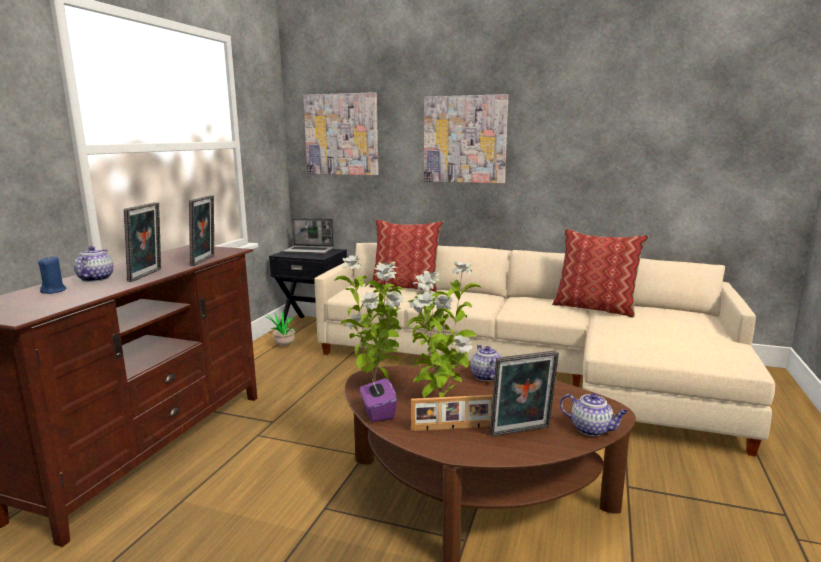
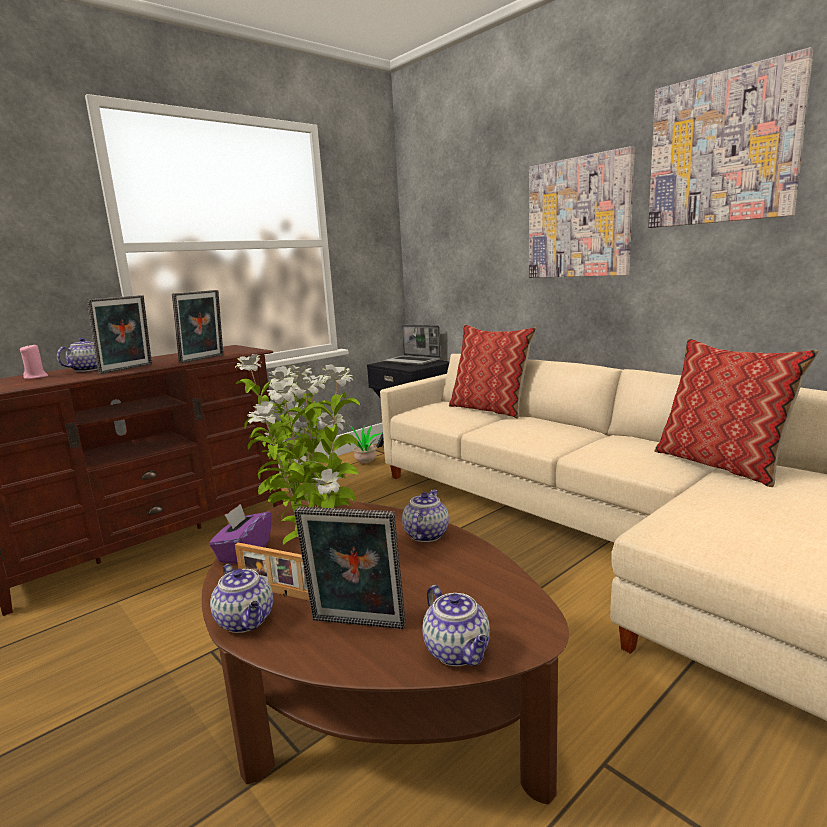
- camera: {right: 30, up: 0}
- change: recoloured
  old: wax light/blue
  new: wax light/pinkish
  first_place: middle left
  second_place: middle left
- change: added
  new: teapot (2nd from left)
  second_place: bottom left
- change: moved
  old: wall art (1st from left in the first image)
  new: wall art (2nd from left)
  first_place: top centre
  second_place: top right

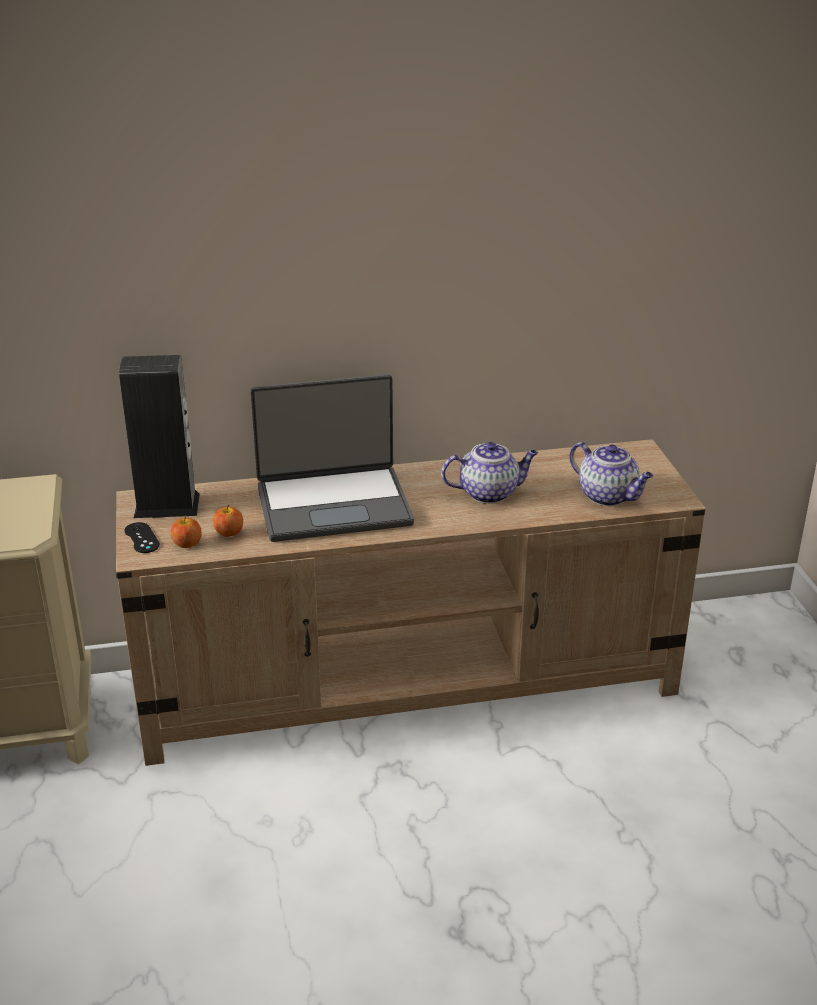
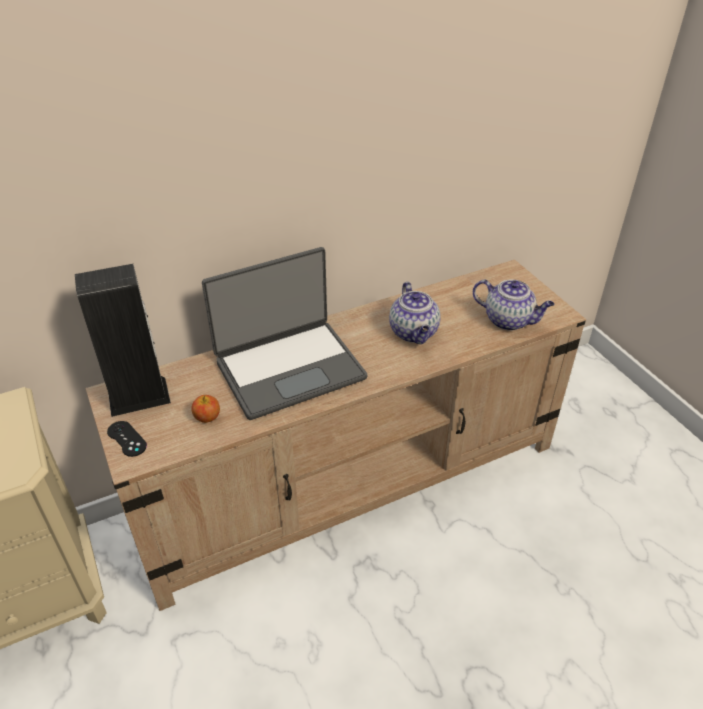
- camera: {right: -15, up: 10}
- change: turned
  old: teapot (1st from left)
  first_place: centre
  second_place: centre
  degrees: 105
- change: removed
  old: apple fruit (1st from left)
  first_place: middle left

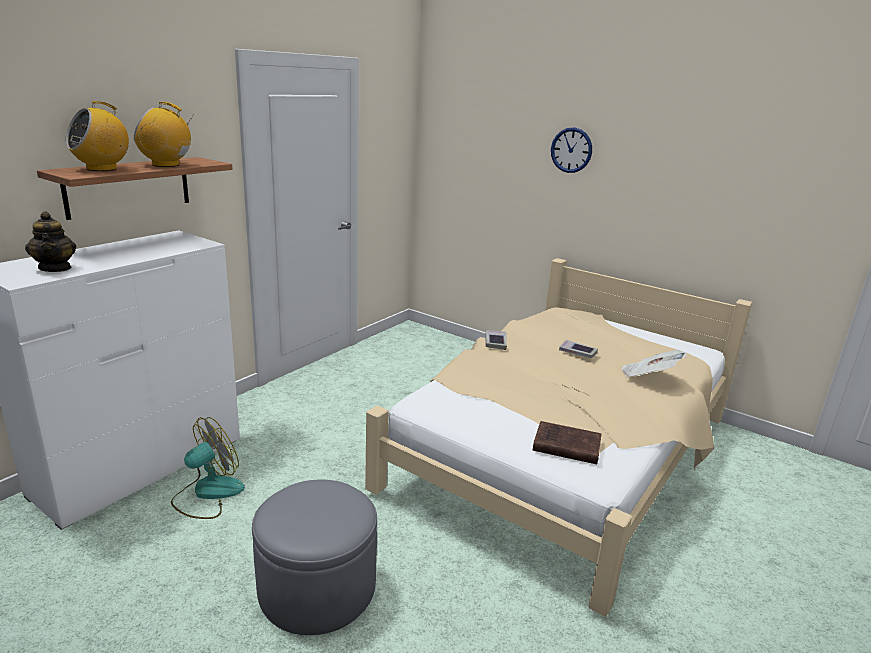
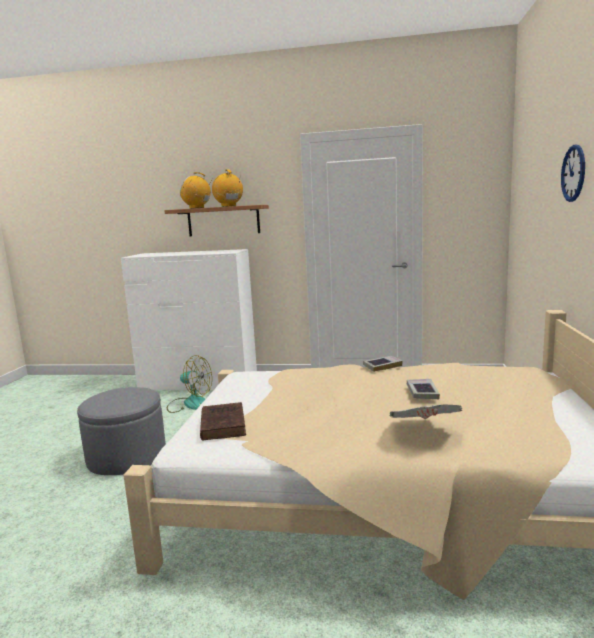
- camera: {right: 65, up: -10}
- change: removed
  old: teapot
  first_place: middle left

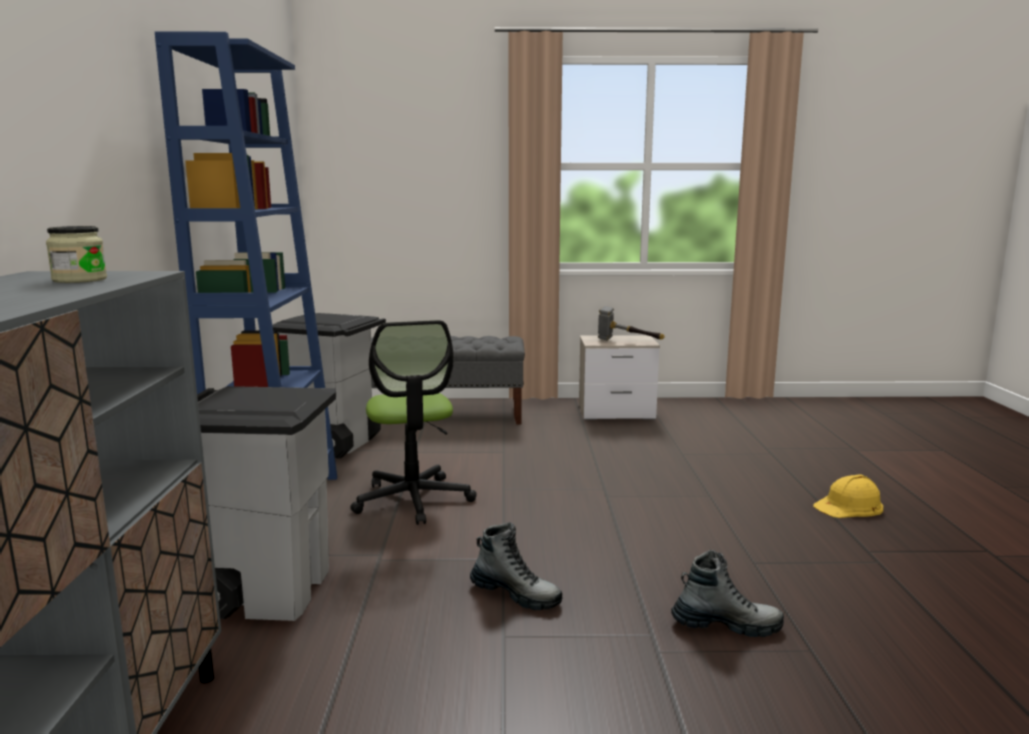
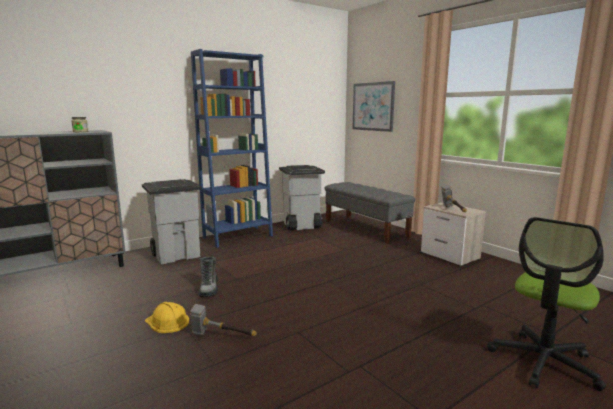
- camera: {right: 55, up: 0}
- change: moved
  old: hard hat/yellowish
  first_place: bottom right
  second_place: bottom left
- change: replaced
  old: high-top boot (2nd from left)
  new: hammer (1st from left)
  first_place: bottom right
  second_place: bottom centre
- change: added
  new: wall art
  second_place: top centre
- change: moved
  old: office chair
  first_place: centre
  second_place: bottom right

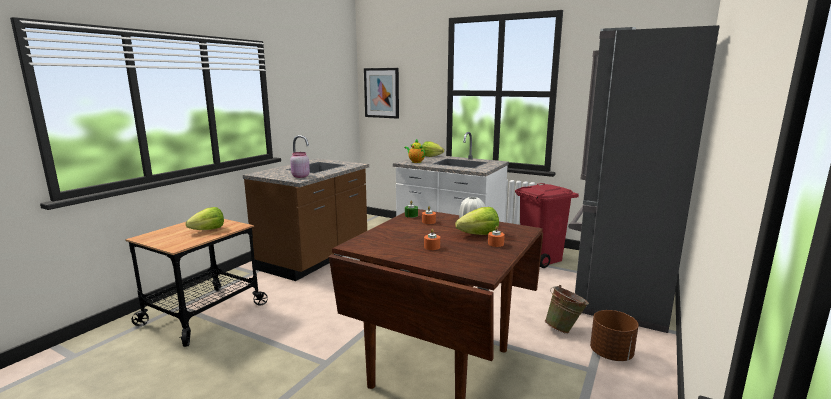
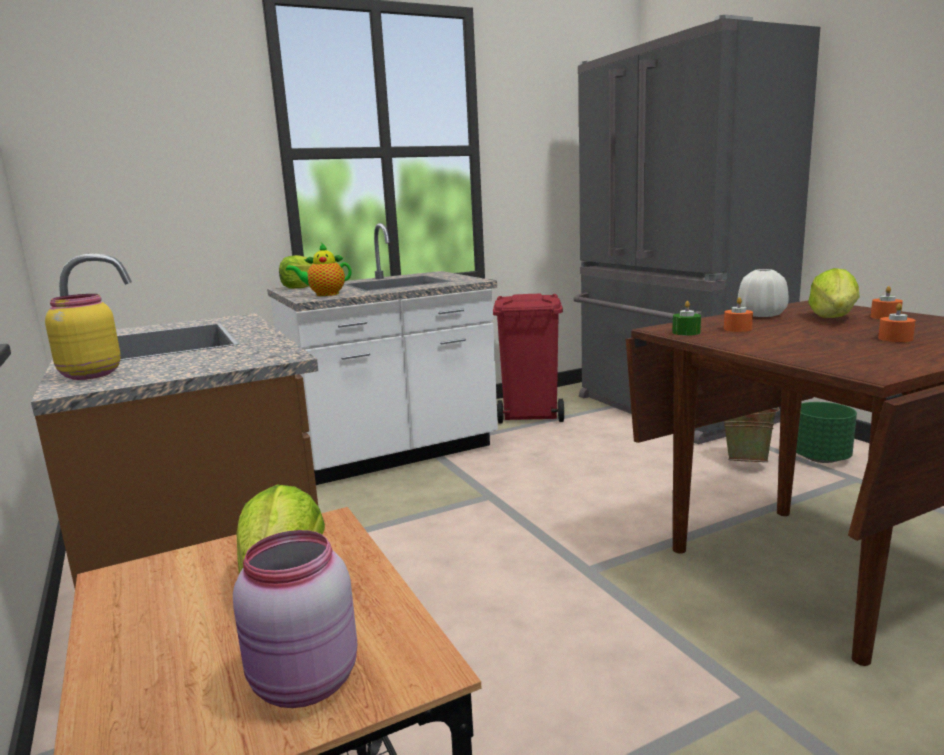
- camera: {right: -55, up: 0}
- change: added
  new: storage jar/yellowish
  second_place: middle left
- change: moved
  old: storage jar/pinkish
  first_place: centre
  second_place: bottom left
- change: recoloured
  old: plant pot/brownish
  new: plant pot/green-coloured
  first_place: bottom right
  second_place: middle right
- change: removed
  old: wall art
  first_place: top centre

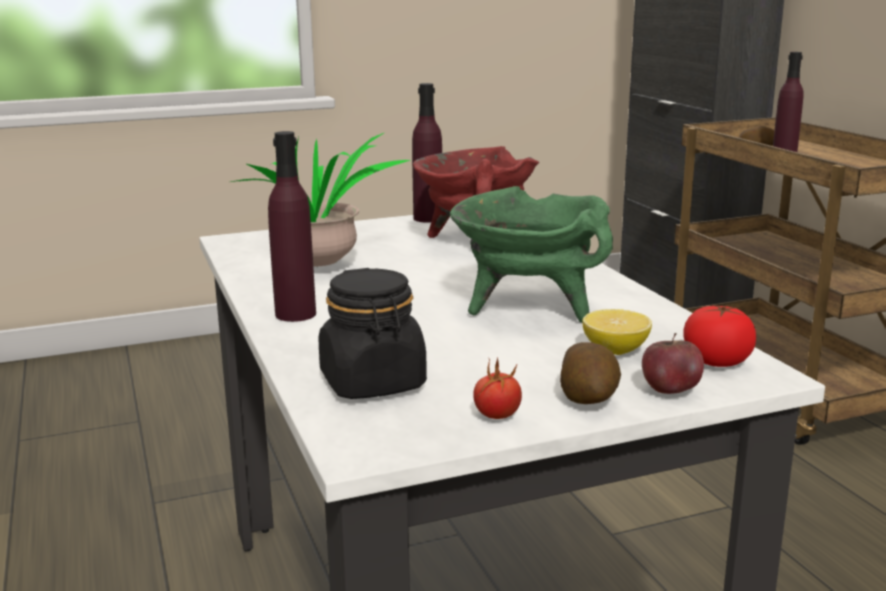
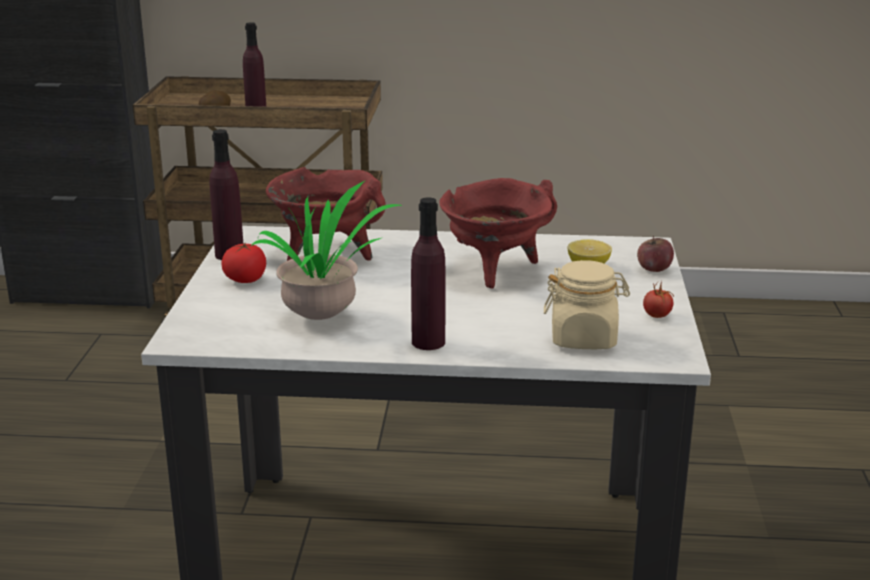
- camera: {right: -65, up: 5}
- change: moved
  old: whole tomato (2nd from left in the first image)
  new: whole tomato (1st from left)
  first_place: middle right
  second_place: middle left
- change: recoloured
  old: cooking pot/green-coloured
  new: cooking pot/red-coloured (2nd from left)
  first_place: centre
  second_place: centre
- change: recoloured
  old: storage jar/black
  new: storage jar/beige-coloured
  first_place: centre
  second_place: middle right
- change: removed
  old: whole potato (1st from left)
  first_place: centre

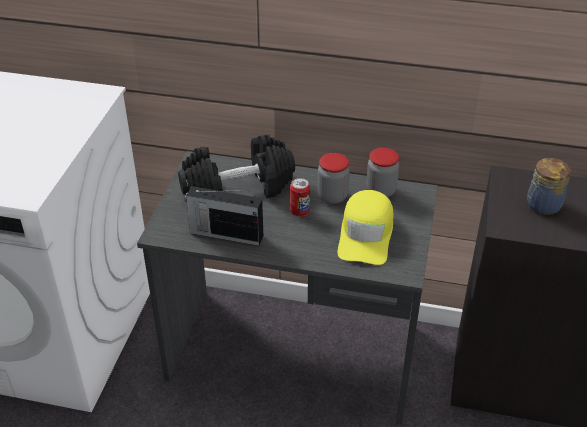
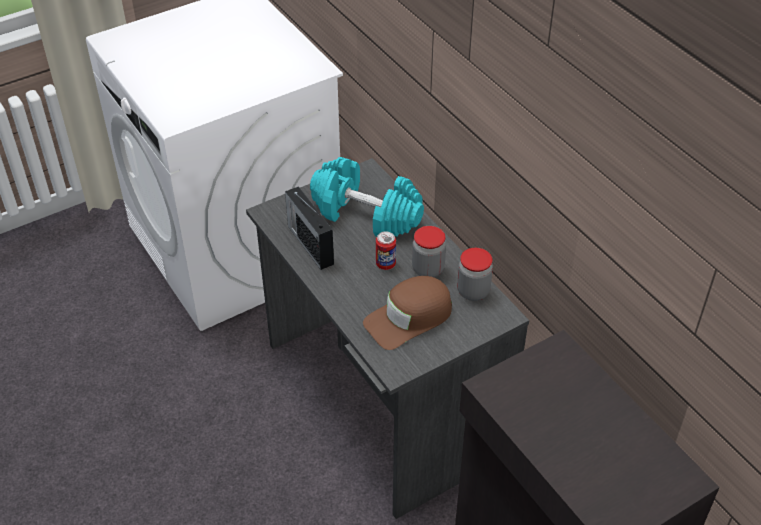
- camera: {right: 45, up: 5}
- change: recoloured
  old: dumbbell/black
  new: dumbbell/turquoise-coloured
  first_place: centre
  second_place: centre
- change: recoloured
  old: baseball cap/yellowish
  new: baseball cap/brownish
  first_place: centre
  second_place: centre
- change: removed
  old: storage jar (3rd from left)
  first_place: middle right

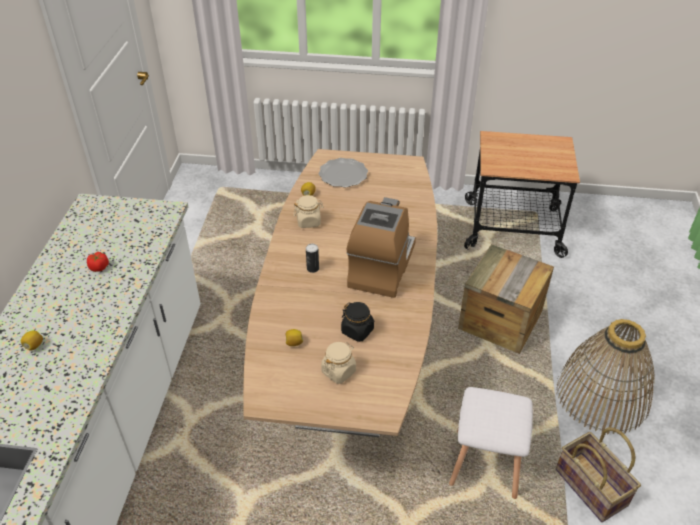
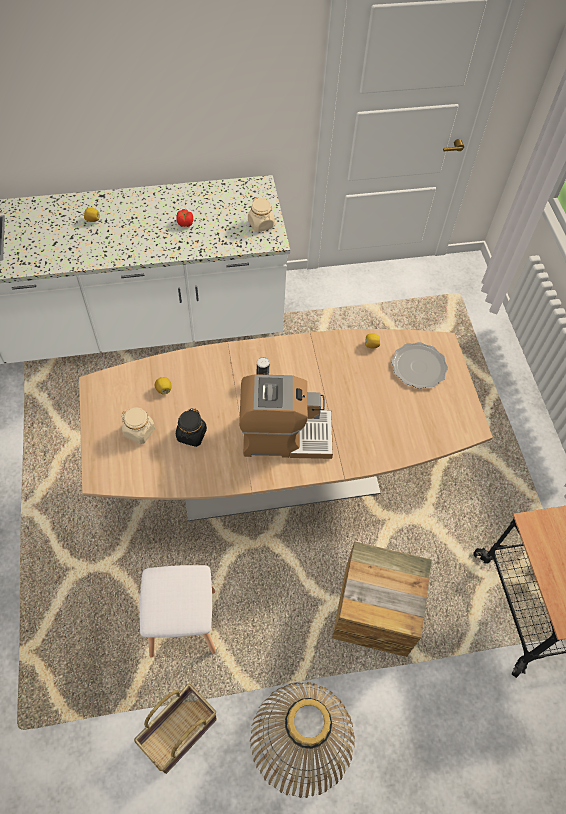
- camera: {right: 70, up: 15}
- change: moved
  old: storage jar/beige-coloured (1st from left in the first image)
  new: storage jar/beige-coloured (2nd from left)
  first_place: centre
  second_place: top centre

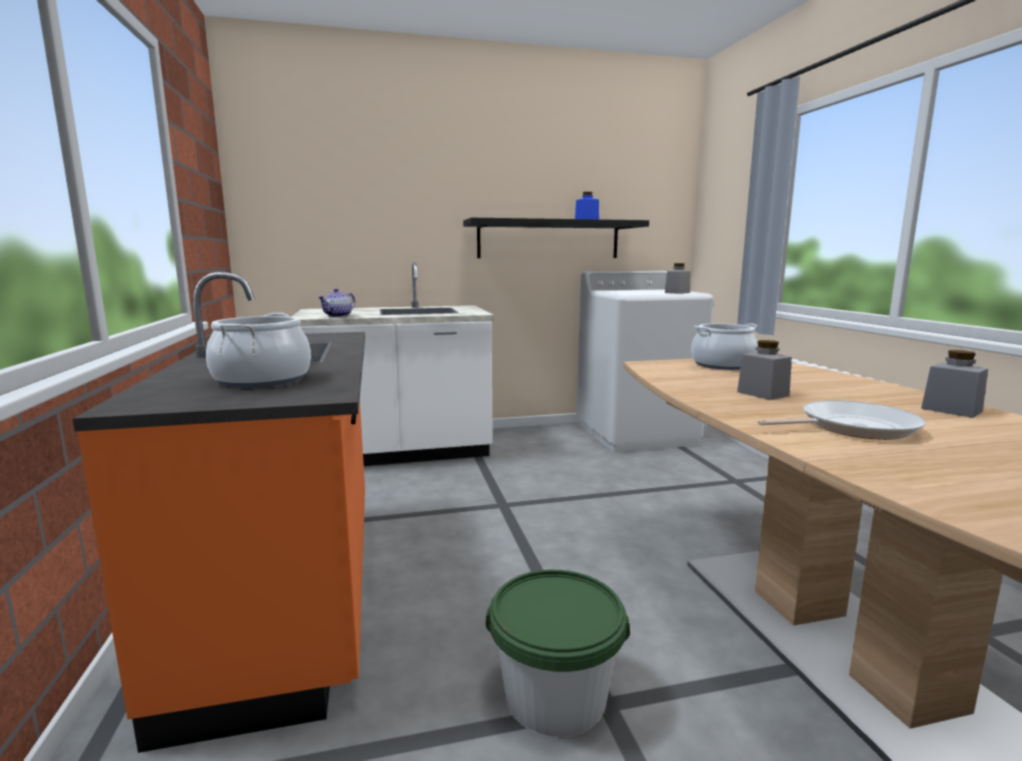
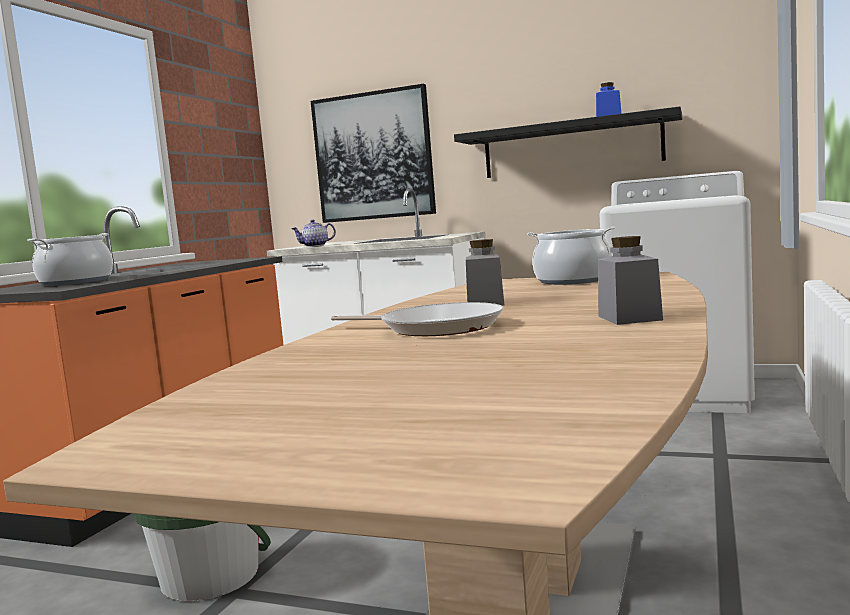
- camera: {right: 35, up: -5}
- change: added
  new: wall art
  second_place: top centre
- change: removed
  old: storage jar/gray (1st from left)
  first_place: centre

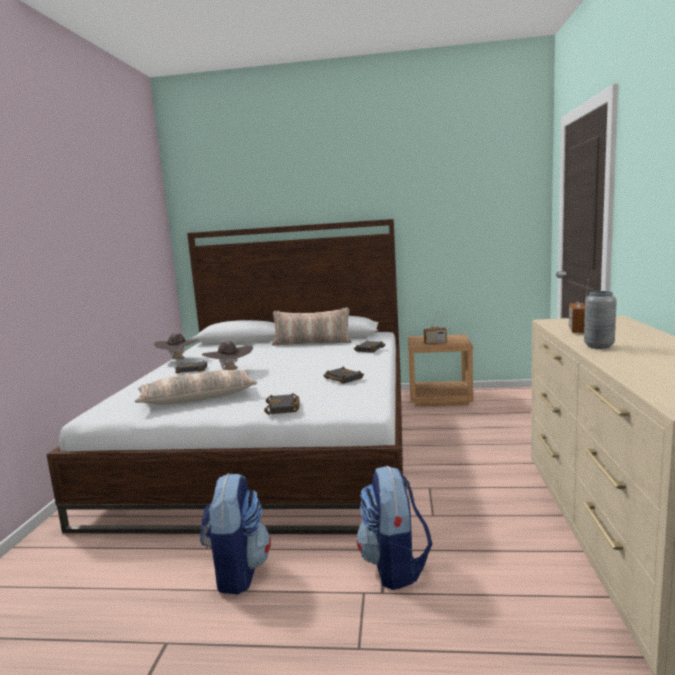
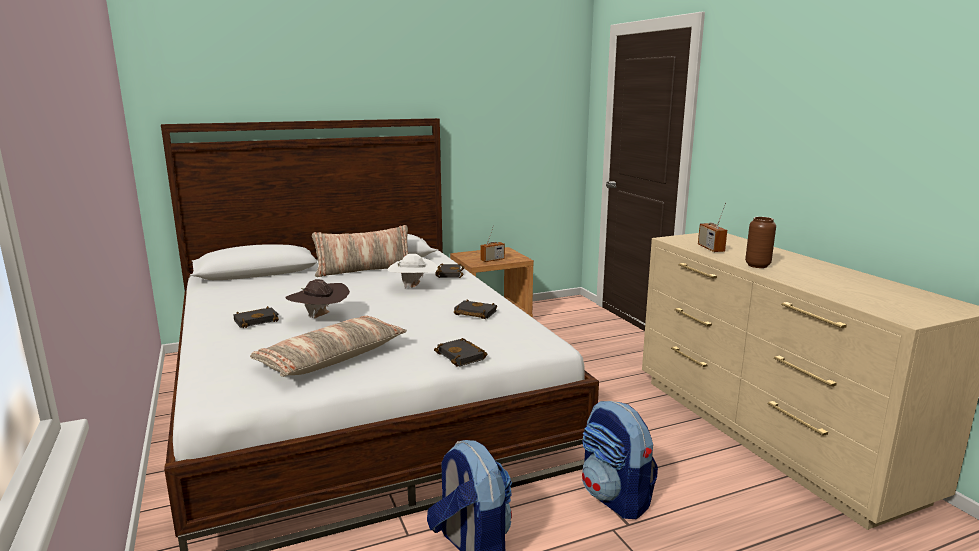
- camera: {right: -30, up: 5}
- change: added
  new: wearable hat/white
  second_place: centre
- change: recoloured
  old: flower vase/gray
  new: flower vase/brownish
  first_place: middle right
  second_place: middle right
- change: removed
  old: wearable hat/brownish (1st from left)
  first_place: middle left

